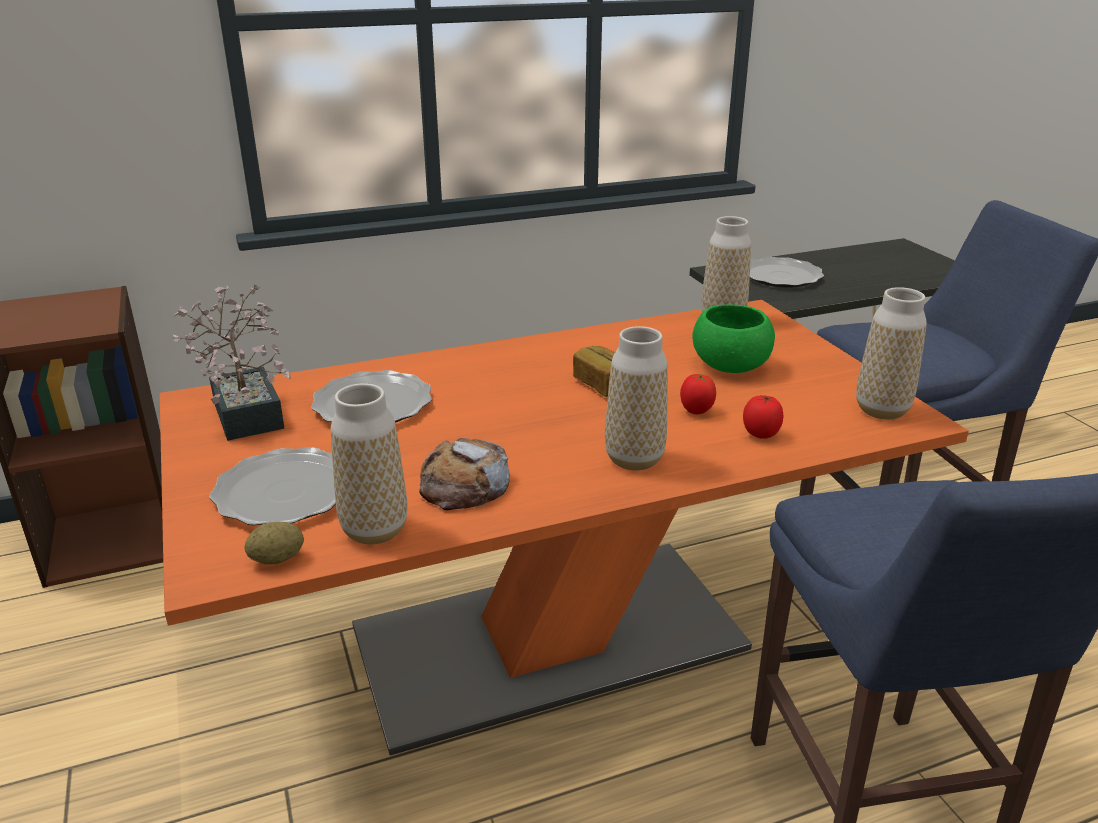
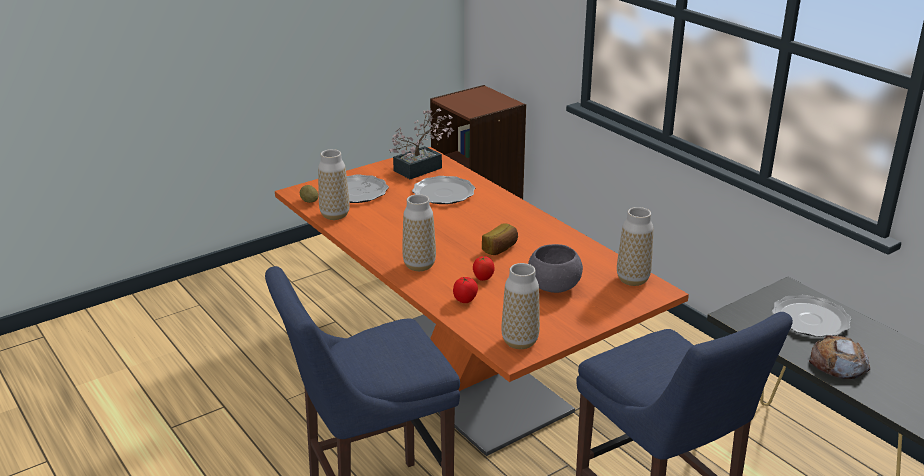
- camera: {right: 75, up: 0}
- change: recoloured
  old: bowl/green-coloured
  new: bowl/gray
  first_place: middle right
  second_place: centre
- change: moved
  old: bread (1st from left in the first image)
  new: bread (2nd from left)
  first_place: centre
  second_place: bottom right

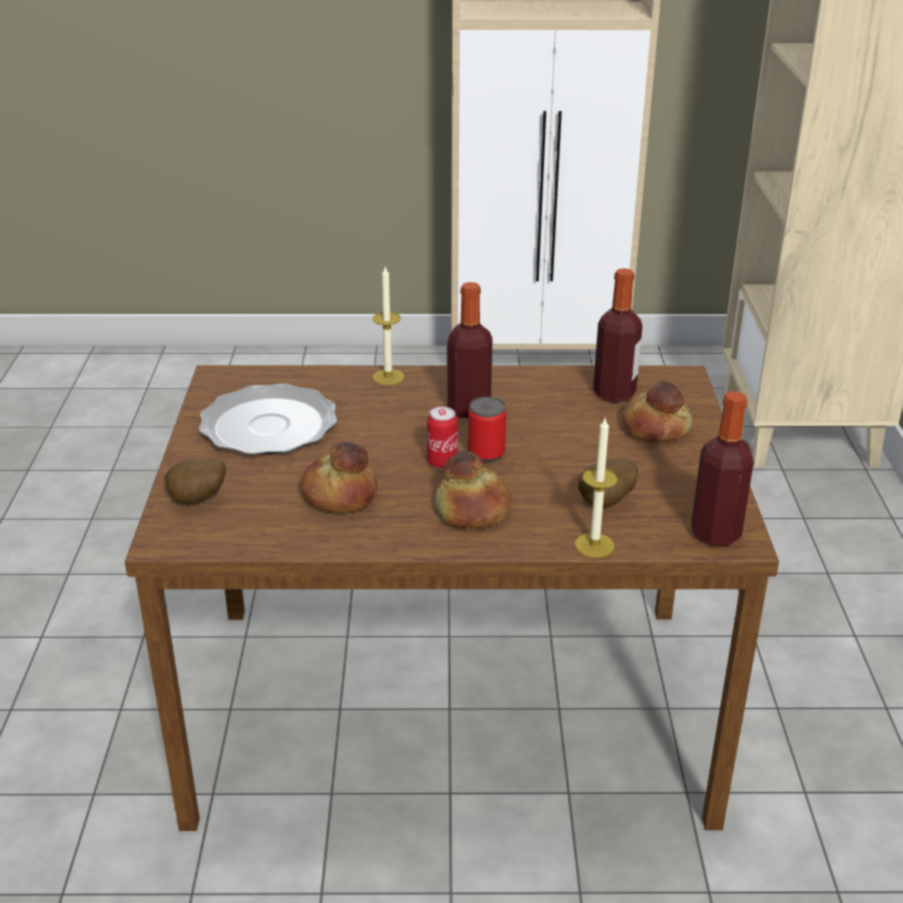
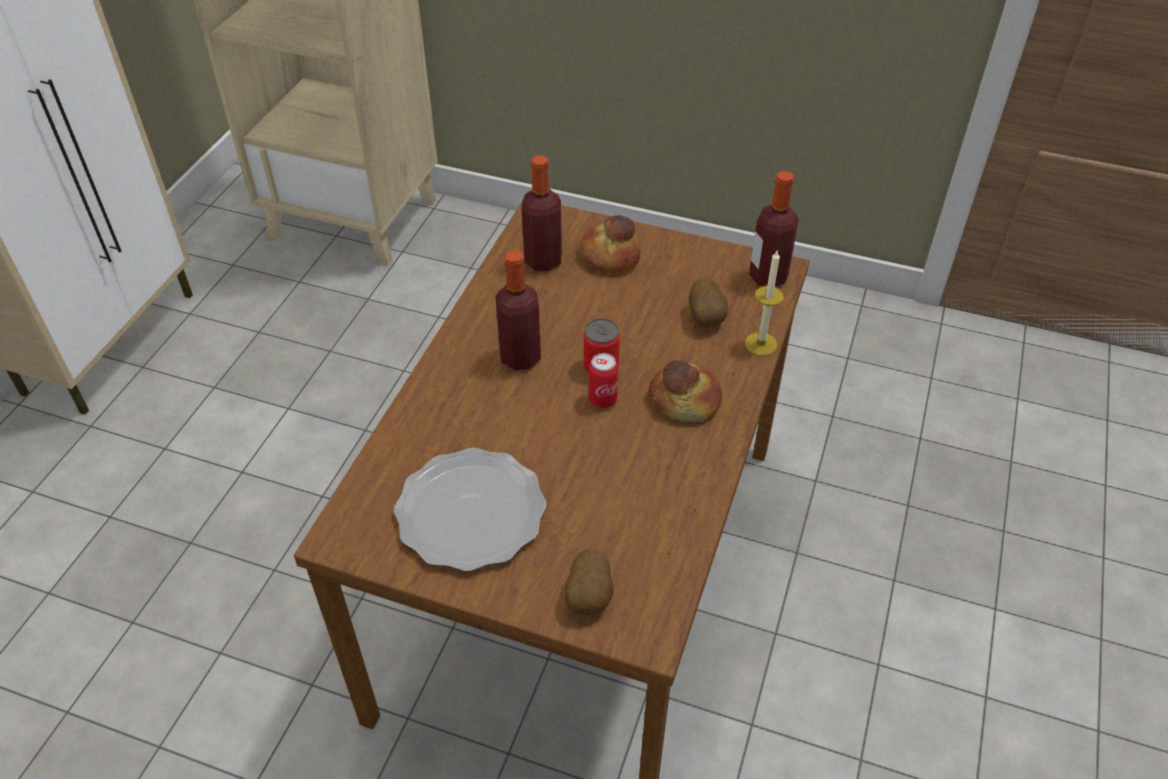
- camera: {right: -70, up: 15}
- change: removed
  old: bread (1st from left)
  first_place: centre
- change: removed
  old: wax light (1st from left)
  first_place: centre

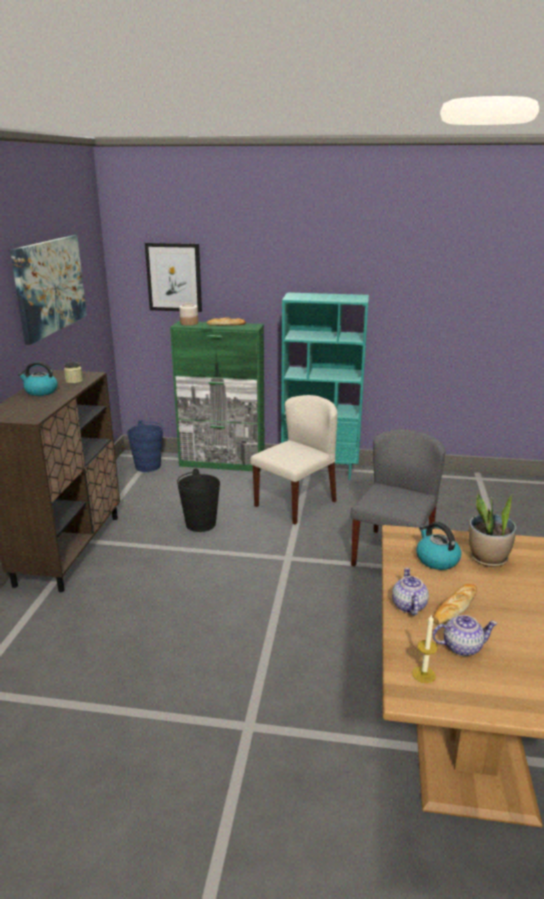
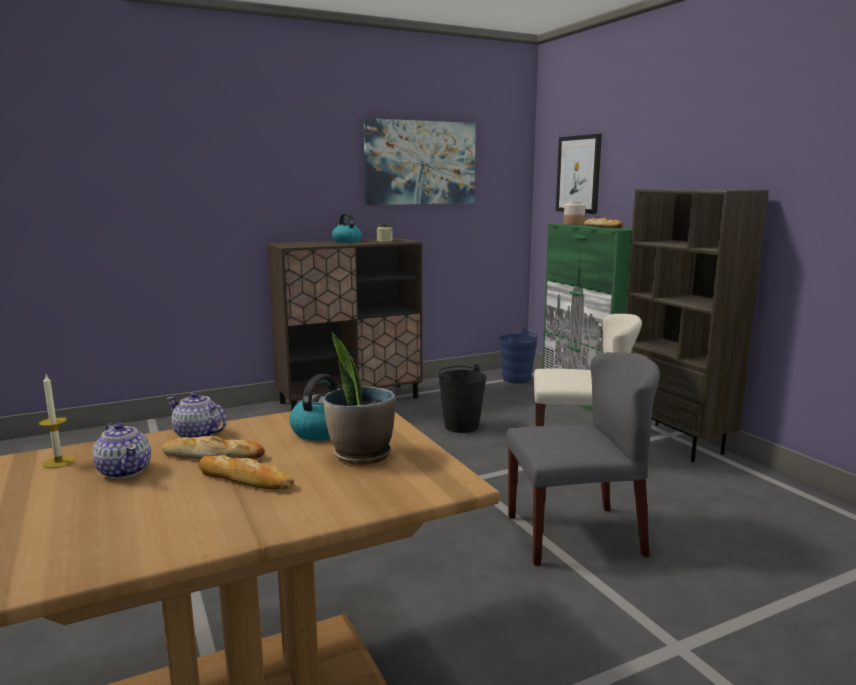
- camera: {right: 55, up: -10}
- change: turned
  old: teapot (1st from left in the first image)
  first_place: middle right
  second_place: middle left
  degrees: -120
- change: added
  new: bread (2nd from left)
  second_place: bottom left
- change: recoloured
  old: bookcase/turquoise-coloured
  new: bookcase/brownish
  first_place: centre
  second_place: middle right

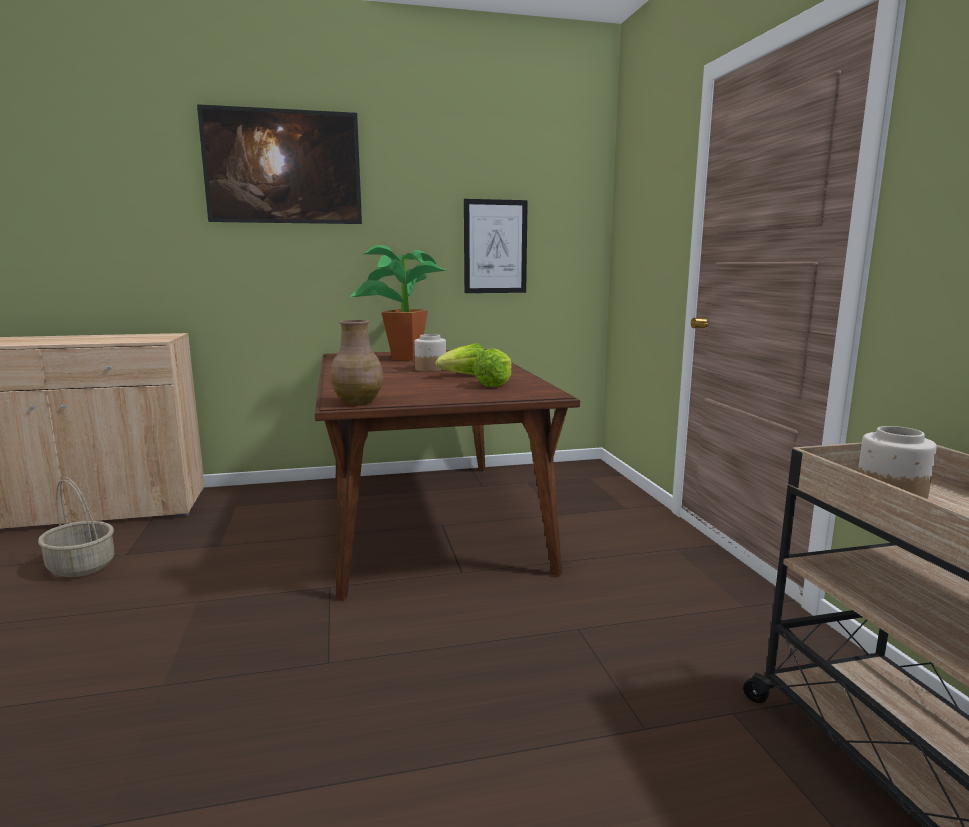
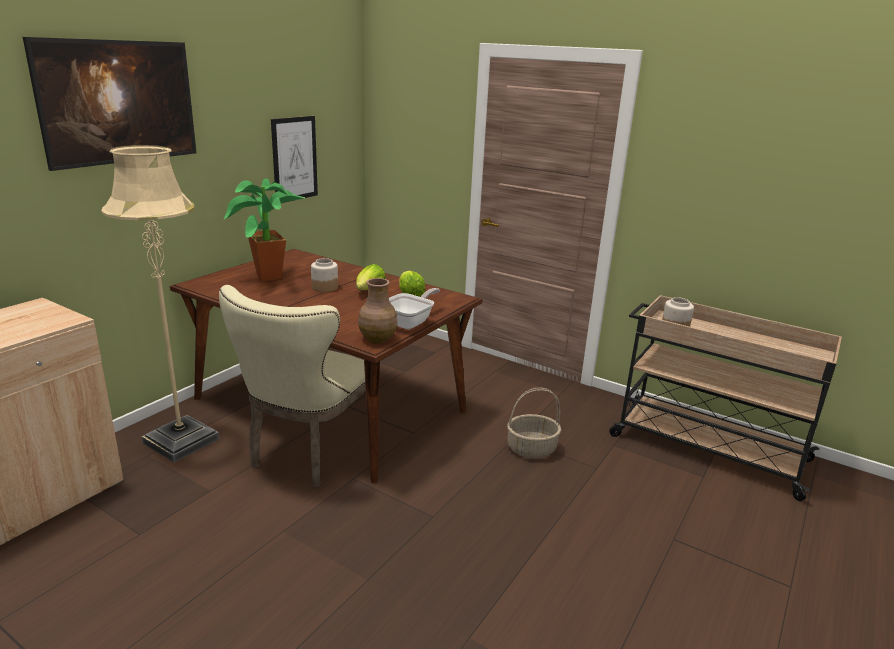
- camera: {right: -45, up: 10}
- change: added
  new: standard lamp/beige-coloured
  second_place: middle left
- change: added
  new: upright chair/beige-coloured
  second_place: middle left
- change: added
  new: skillet
  second_place: centre
- change: moved
  old: basket
  first_place: middle left
  second_place: centre

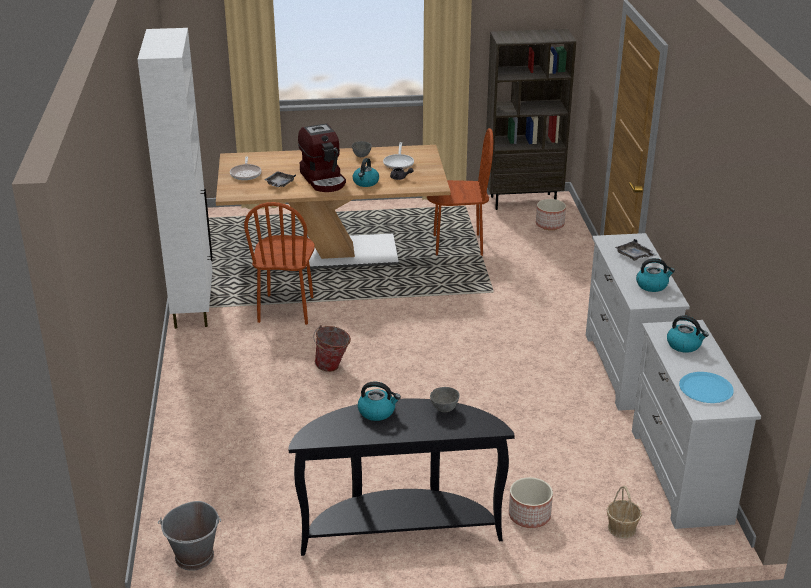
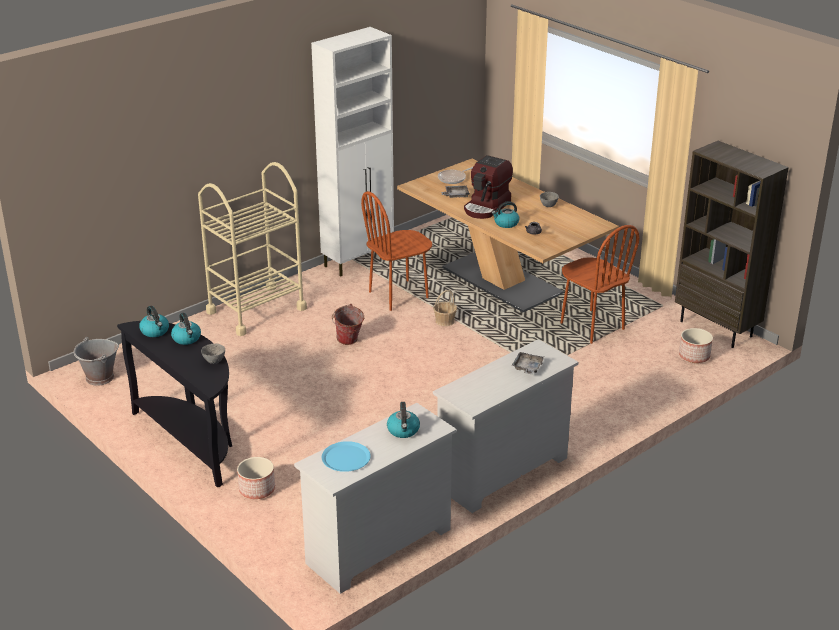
- camera: {right: 55, up: 0}
- change: moved
  old: tea kettle (3rd from left in the first image)
  new: tea kettle (1st from left)
  first_place: middle right
  second_place: middle left
- change: added
  new: trolley/beige-coloured
  second_place: middle left
- change: moved
  old: basket
  first_place: bottom right
  second_place: centre
- change: removed
  old: skillet (2nd from left)
  first_place: top centre

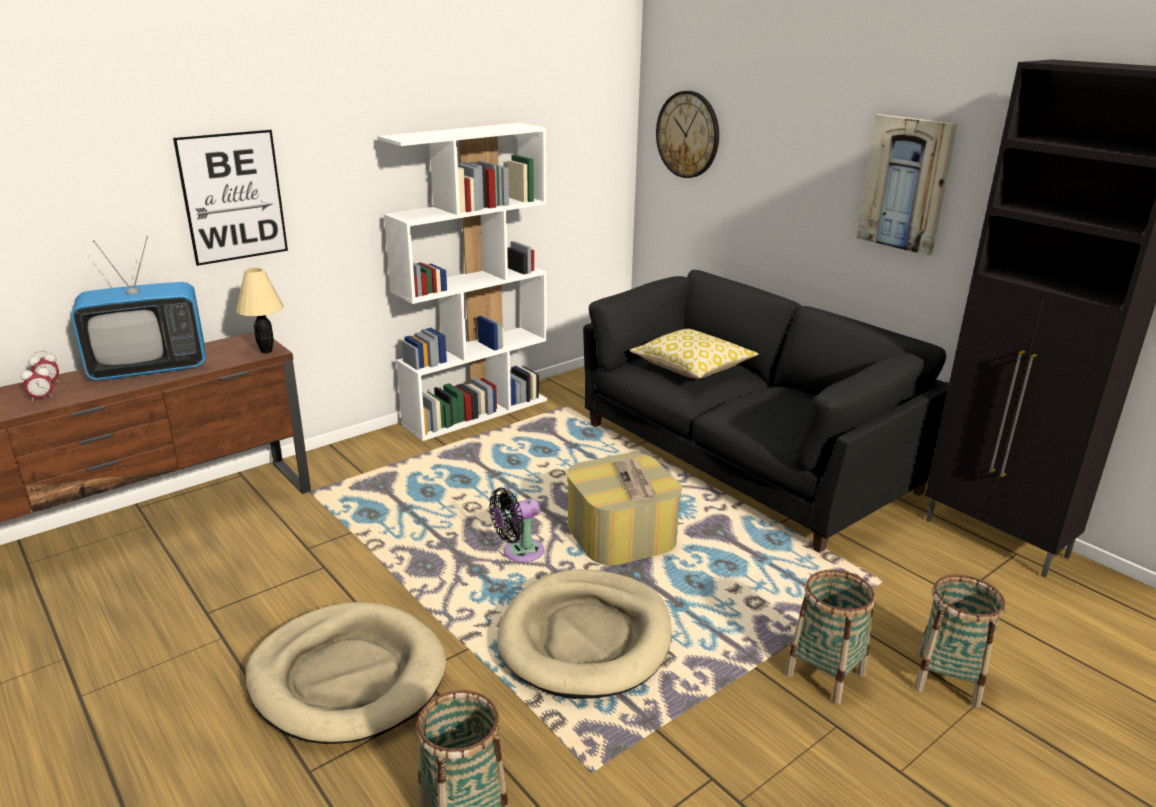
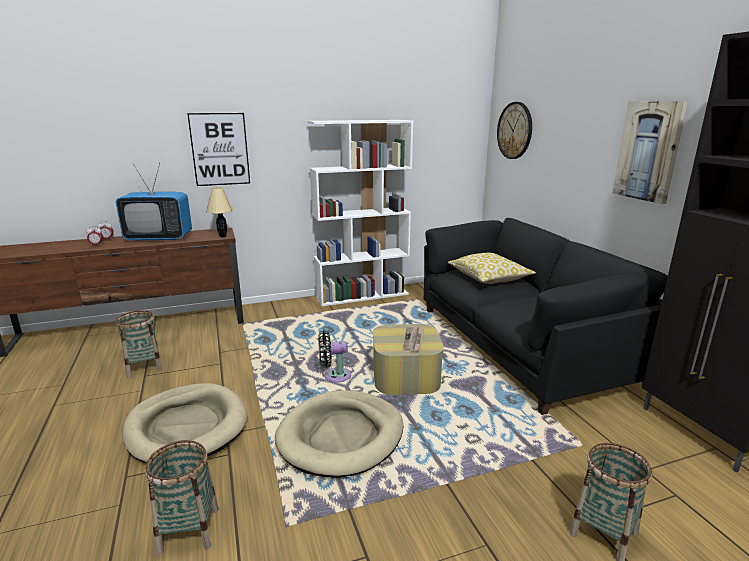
- camera: {right: 20, up: -5}
- change: moved
  old: basket (2nd from left in the first image)
  new: basket (1st from left)
  first_place: bottom right
  second_place: middle left

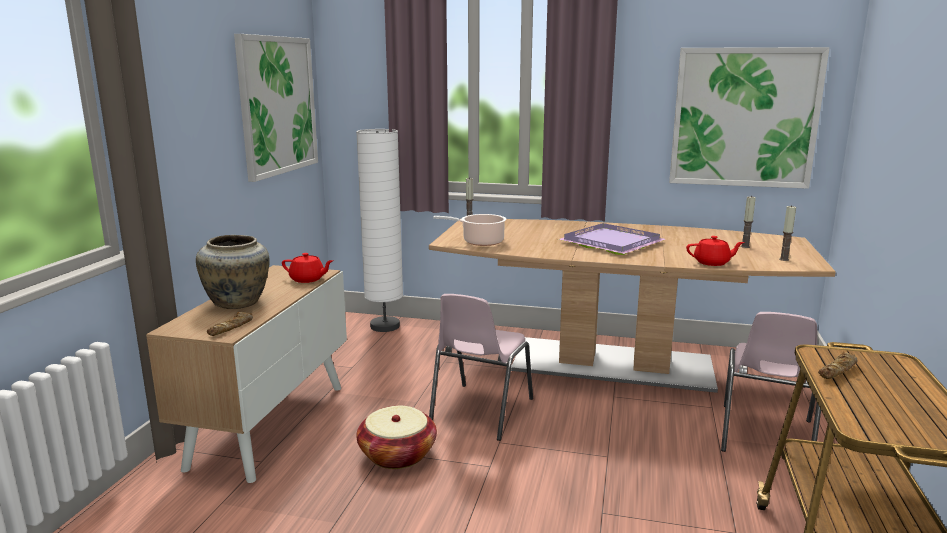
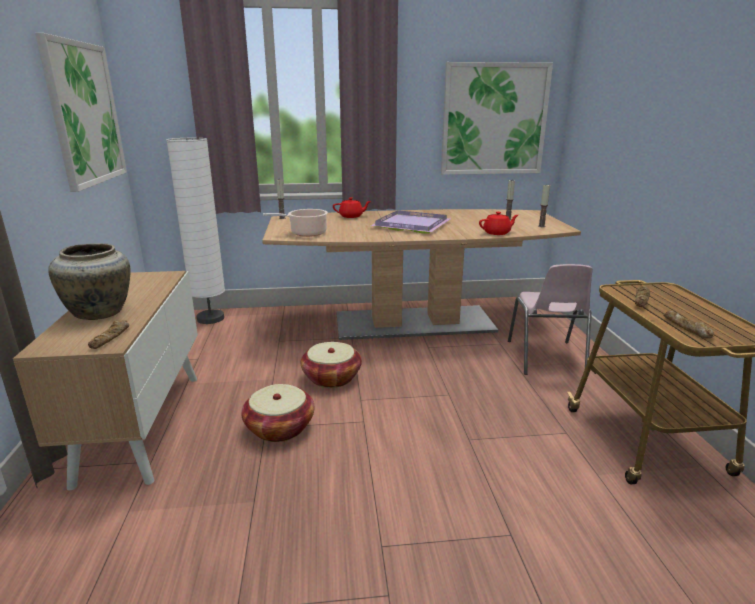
- camera: {right: -20, up: 5}
- change: replaced
  old: upright chair/pinkish (1st from left)
  new: basket (2nd from left)
  first_place: bottom centre
  second_place: centre
- change: moved
  old: teapot/red-coloured (1st from left)
  first_place: middle left
  second_place: centre
- change: added
  new: bread (3rd from left)
  second_place: middle right

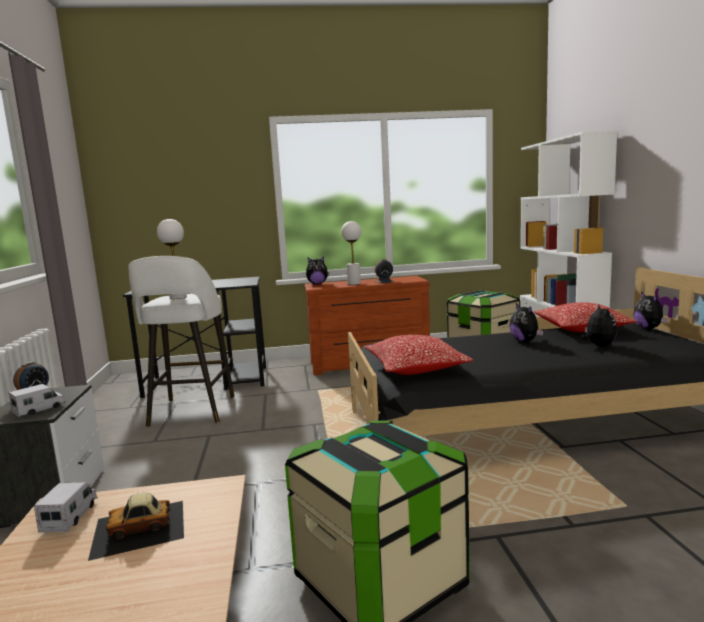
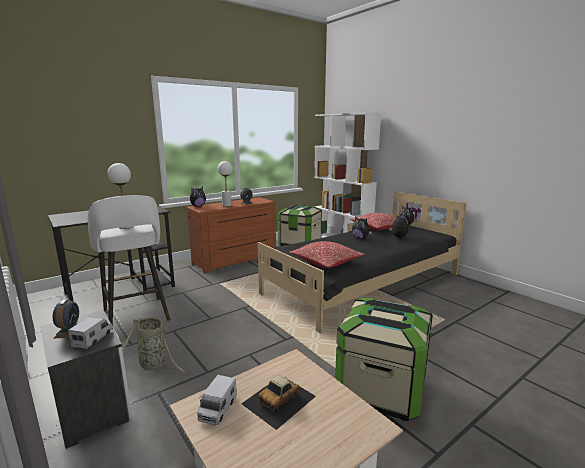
- camera: {right: -30, up: 5}
- change: added
  new: basket
  second_place: bottom left
- change: turned
  old: toy truck (2nd from left)
  first_place: bottom left
  second_place: bottom centre
  degrees: -135

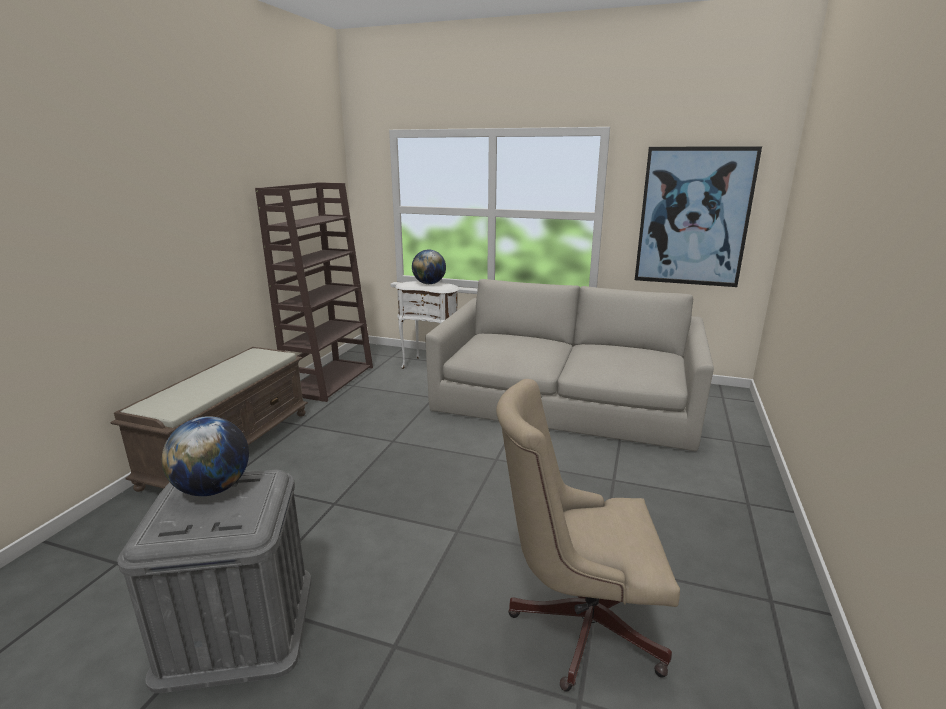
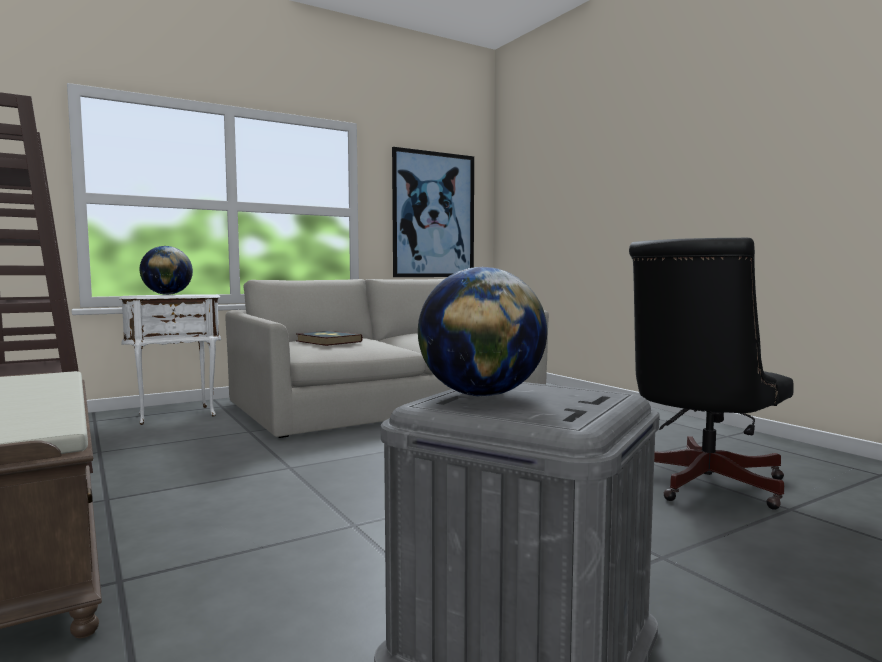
- camera: {right: -50, up: -15}
- change: added
  new: volume
  second_place: centre
- change: recoloured
  old: office chair/beige-coloured
  new: office chair/black
  first_place: bottom centre
  second_place: middle right

